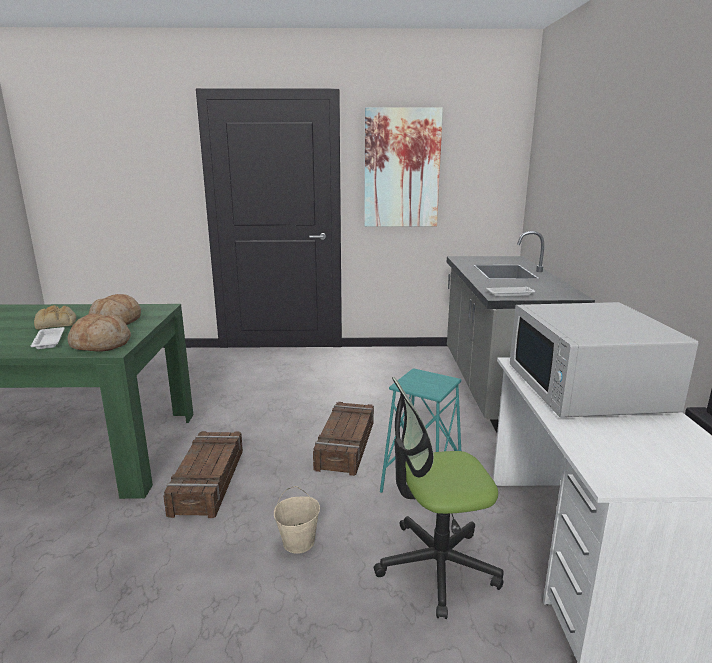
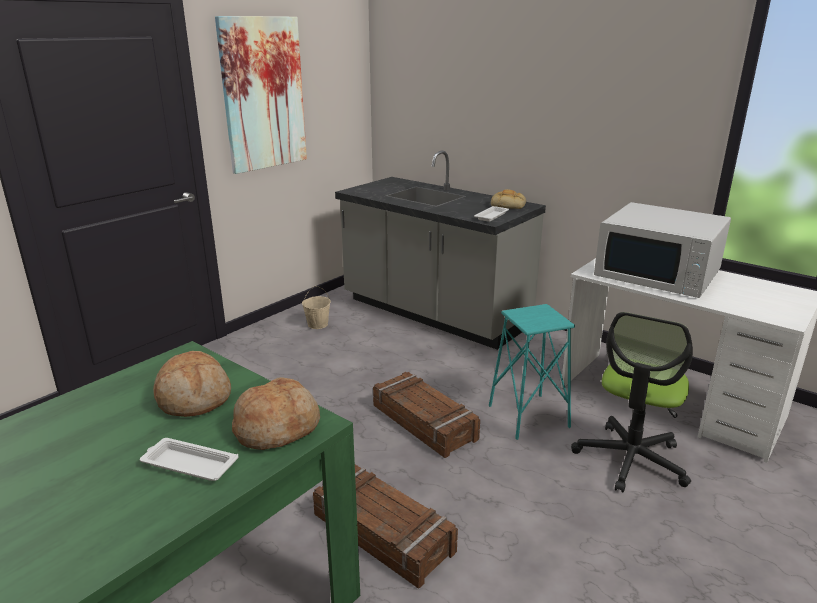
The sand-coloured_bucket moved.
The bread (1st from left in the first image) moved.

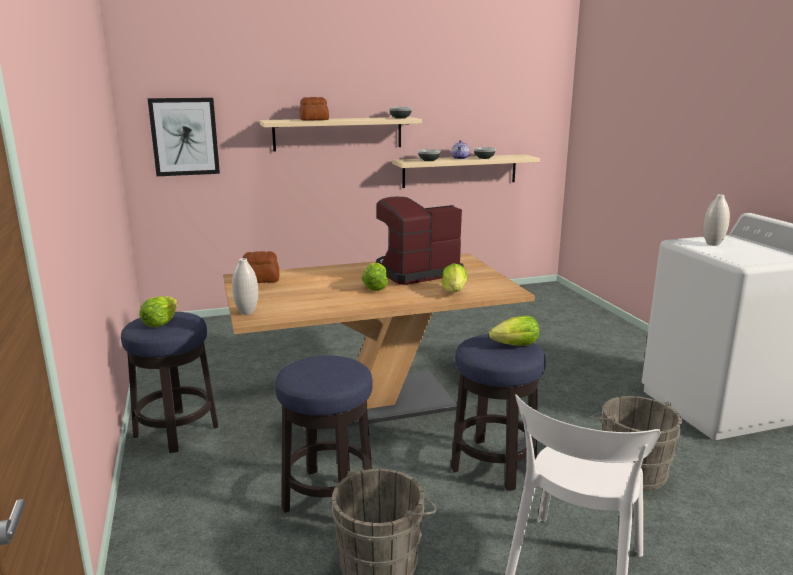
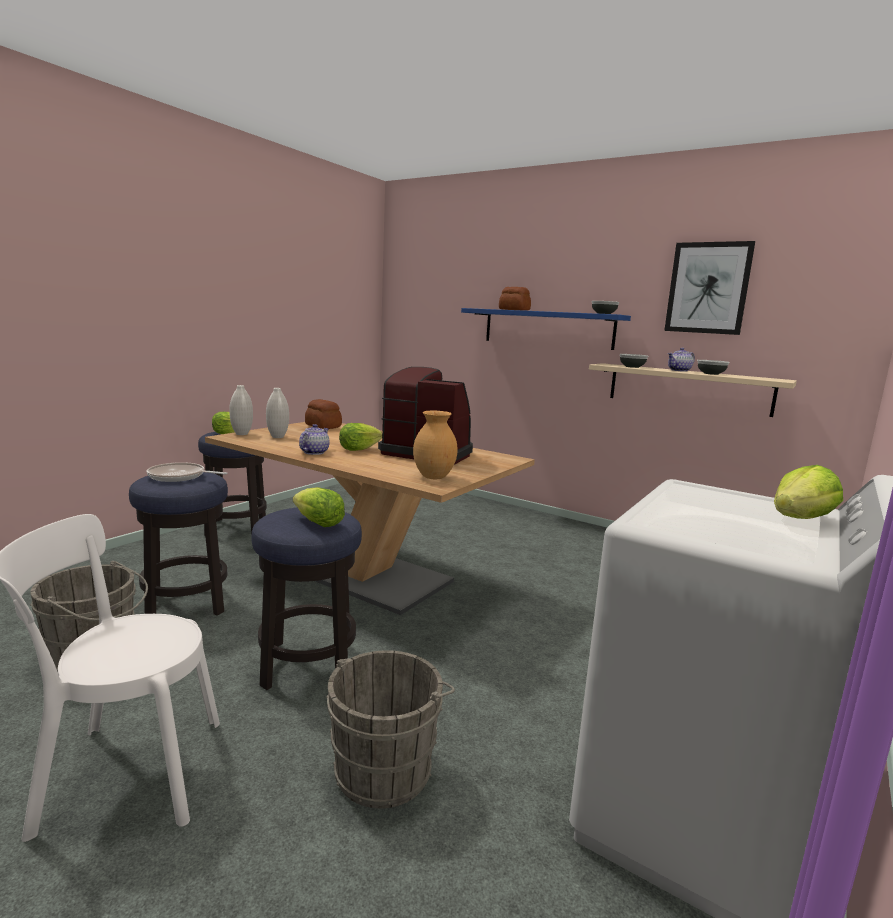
The frying_pan appeared.
The whitish_flower_vase (2nd from left) moved.
The teapot (1st from left) appeared.
The brown-coloured_flower_vase appeared.
The sand-coloured_wall_shelf (1st from left) became the bluish_wall_shelf.
The wall_picture moved.
The head_of_lettuce (3rd from left in the first image) moved.

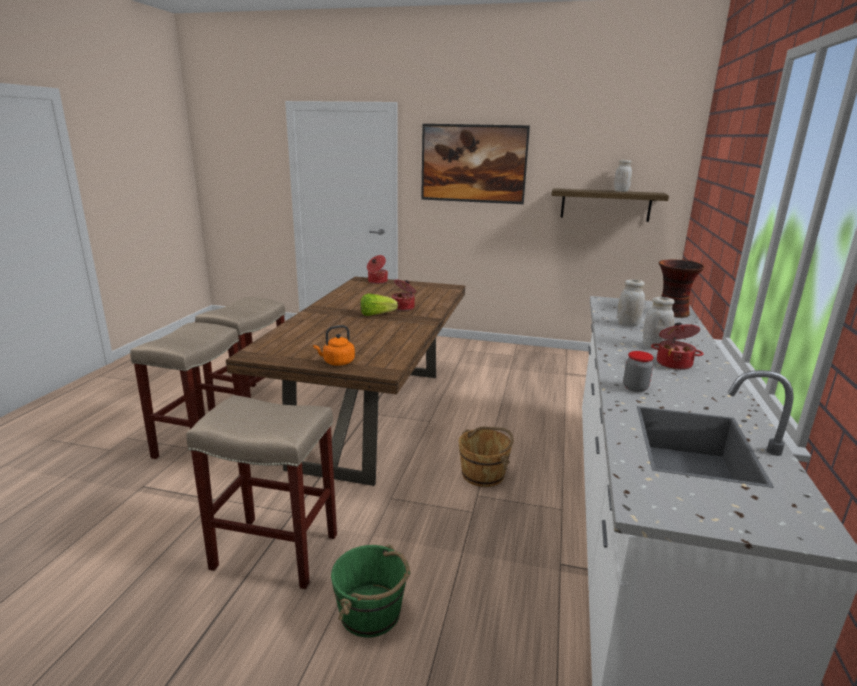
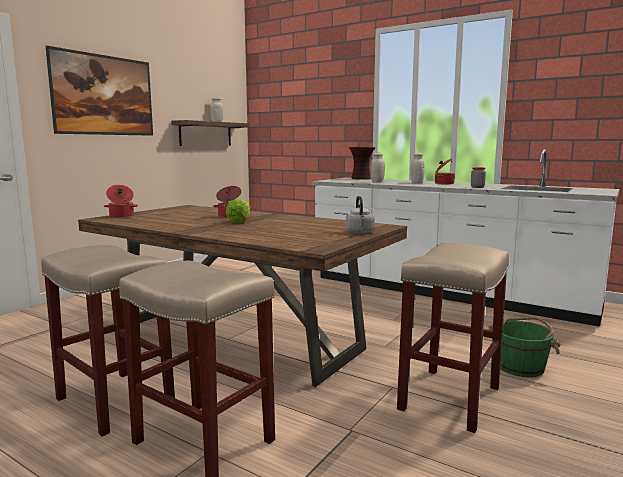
The orangey_kettle became the gray_kettle.
The brown-coloured_bucket disappeared.

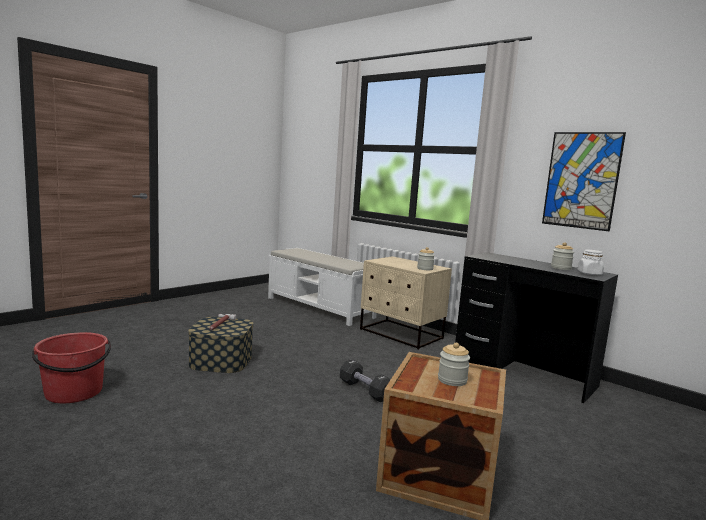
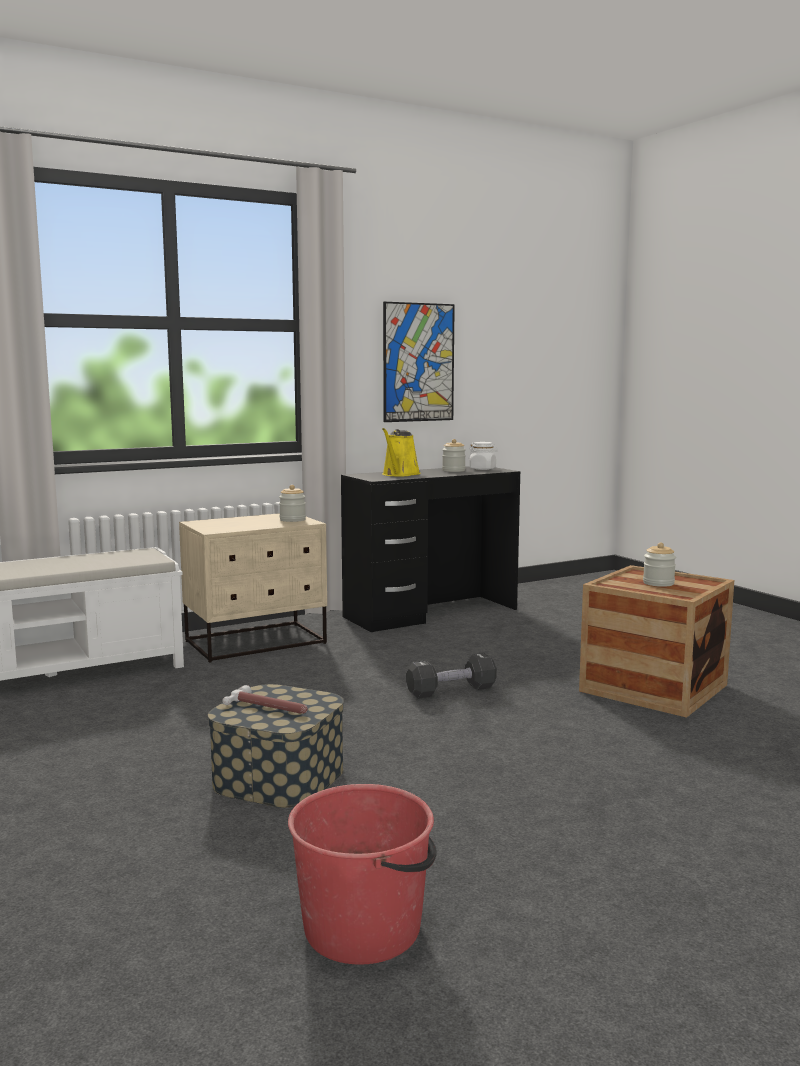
The yellow_sprinkling_can appeared.

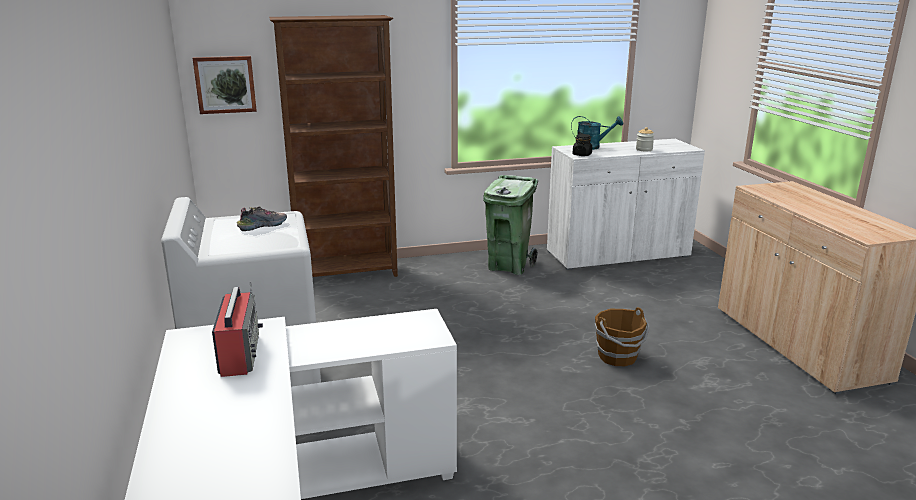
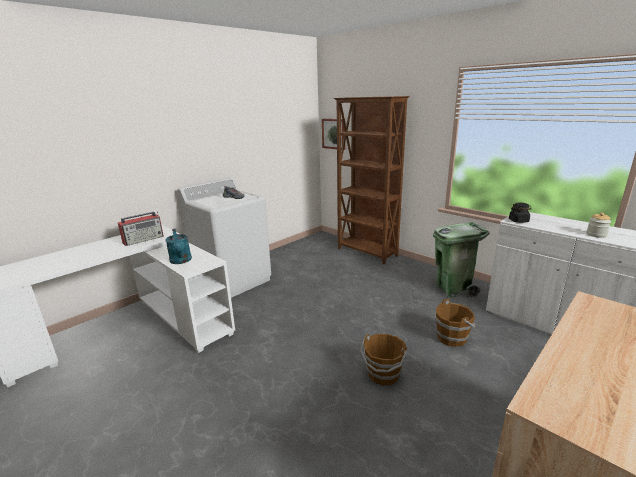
The turquoise-coloured_sprinkling_can moved.
The brown-coloured_bucket (2nd from left) appeared.

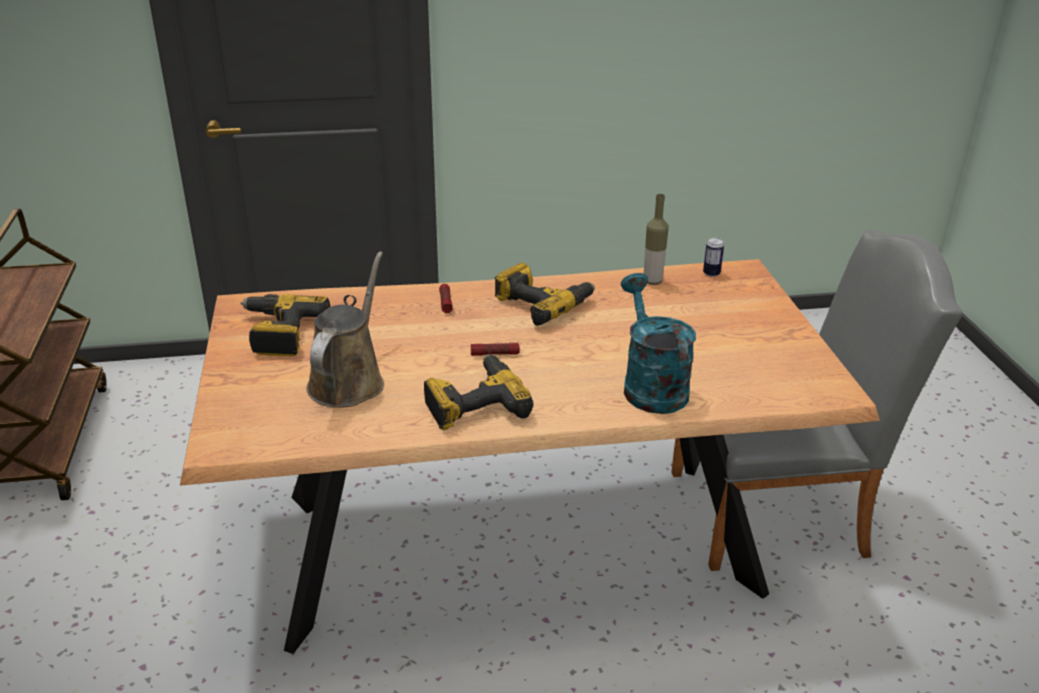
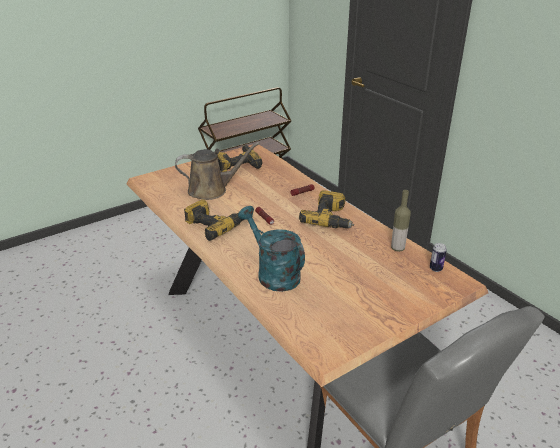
The turquoise-coloured_sprinkling_can turned 90 degrees counterclockwise.

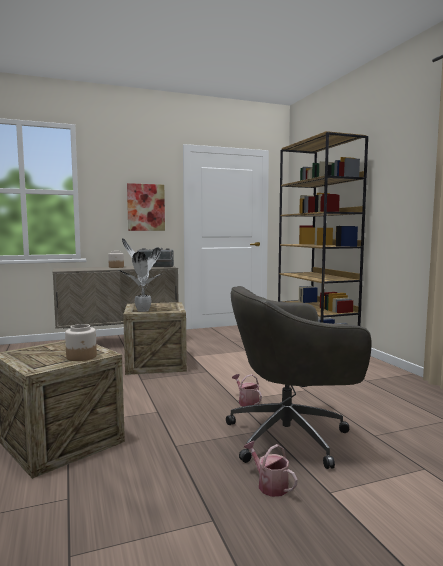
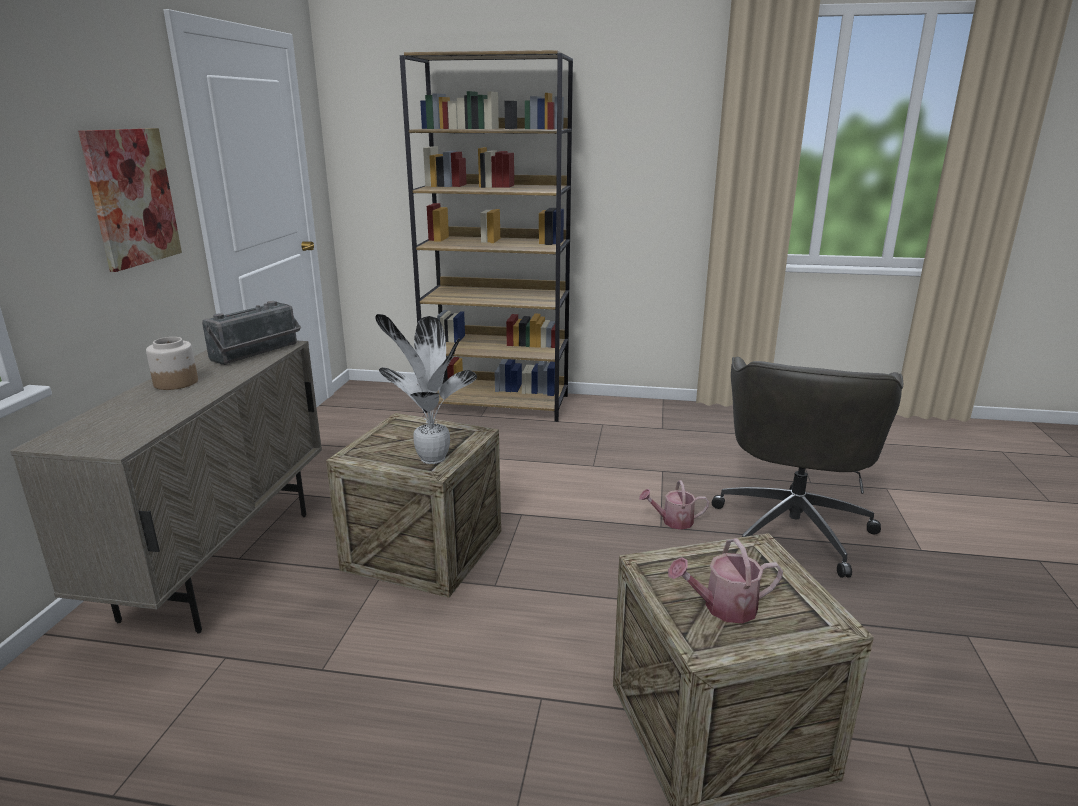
The sprinkling_can (2nd from left) moved.
The preserve_jar (1st from left) disappeared.

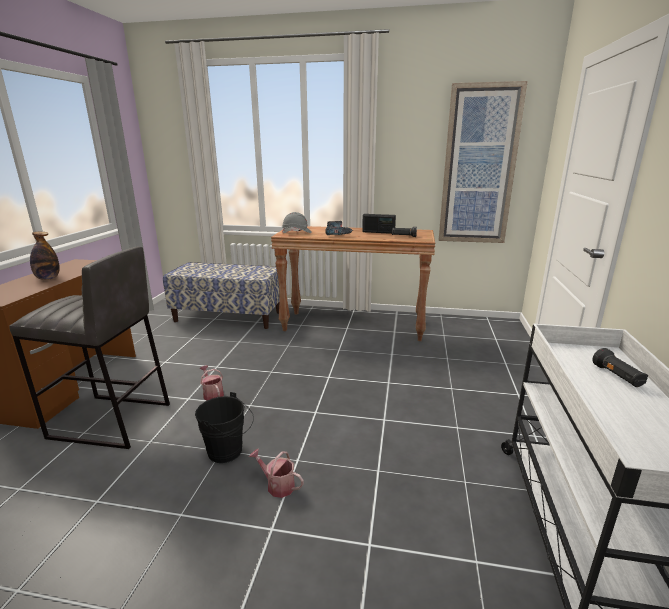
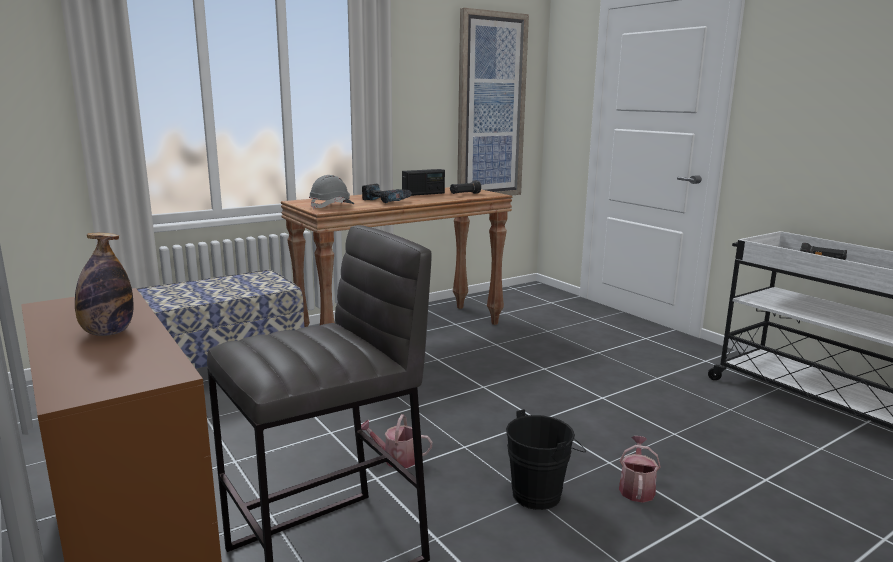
The sprinkling_can (2nd from left) turned 120 degrees clockwise.

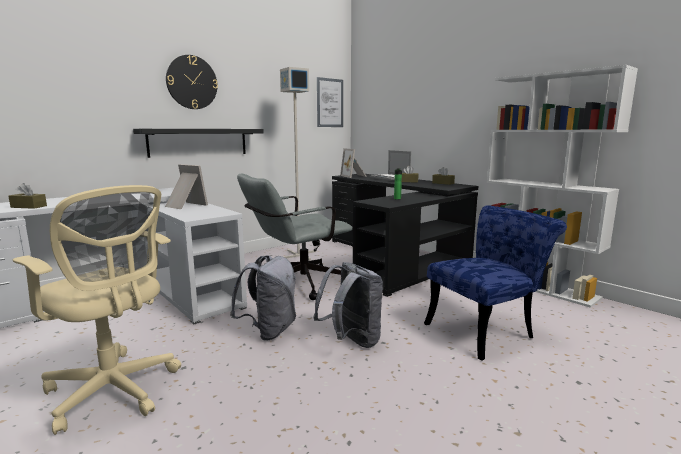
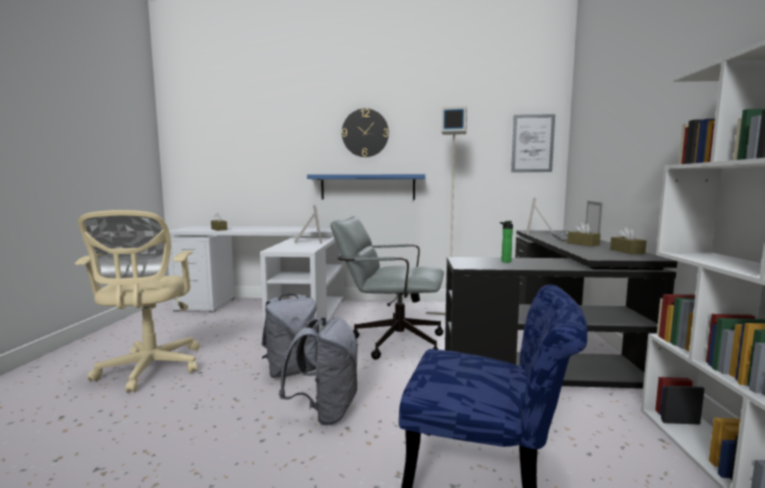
The black-coloured_wall_shelf became the bluish_wall_shelf.

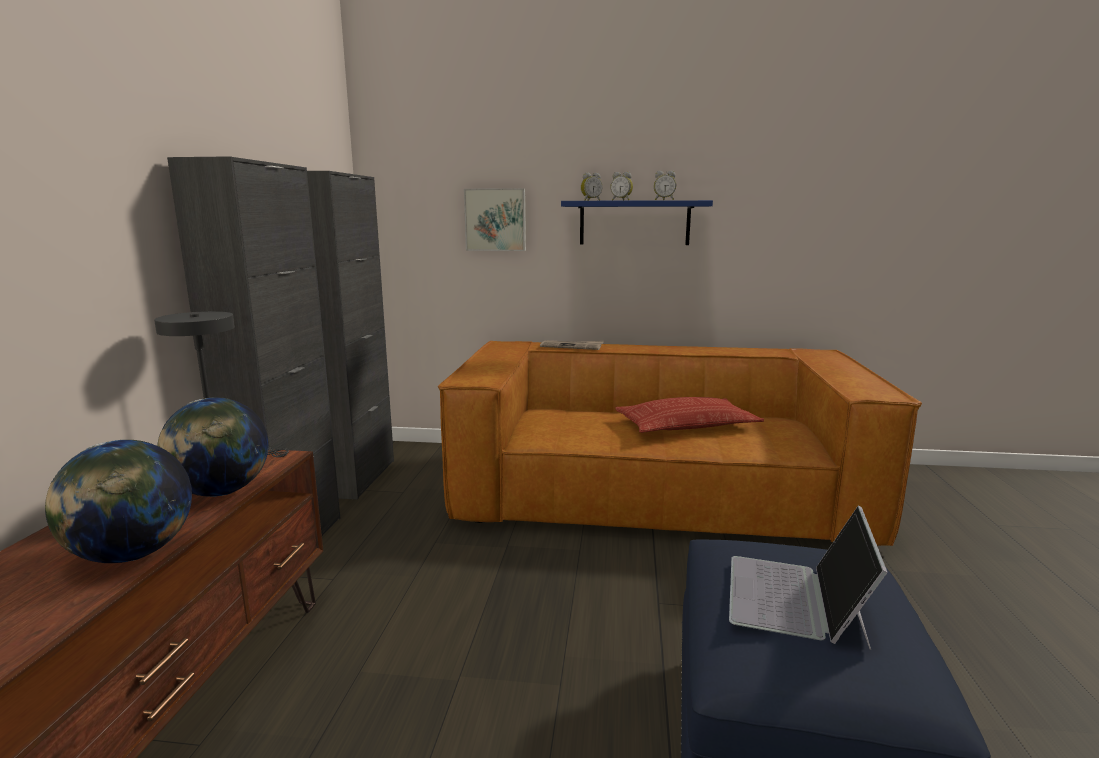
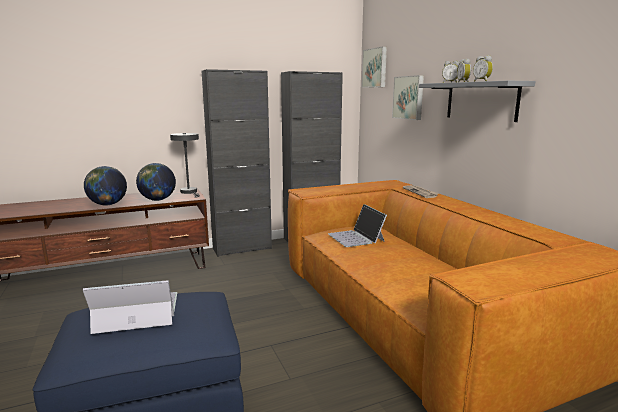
The portable_computer (2nd from left) appeared.
The wall_picture (1st from left) appeared.
The bluish_wall_shelf became the gray_wall_shelf.
The cushion disappeared.

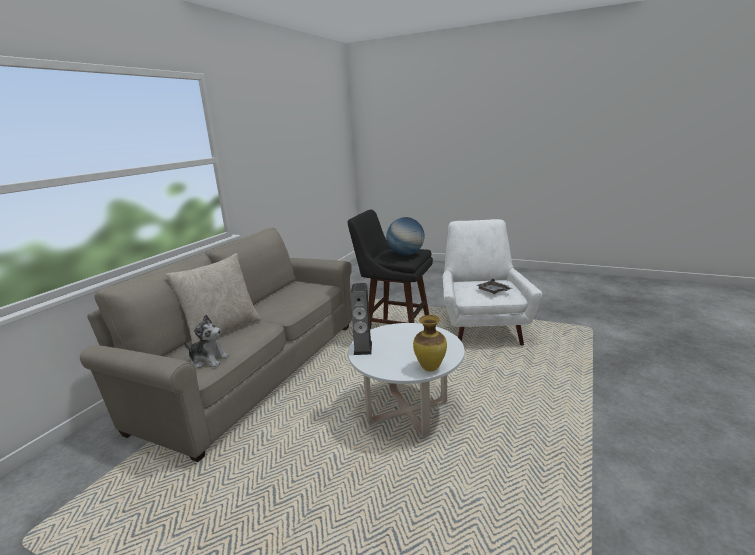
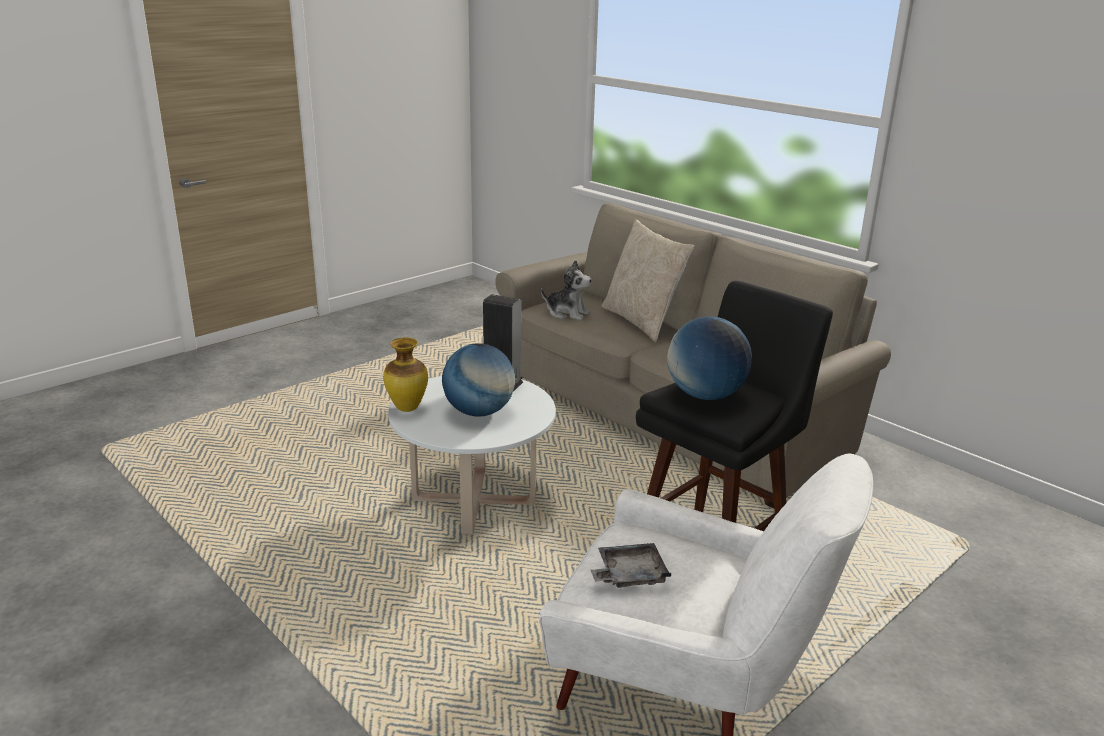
The world_globe (1st from left) appeared.
The plush_toy turned 105 degrees counterclockwise.

